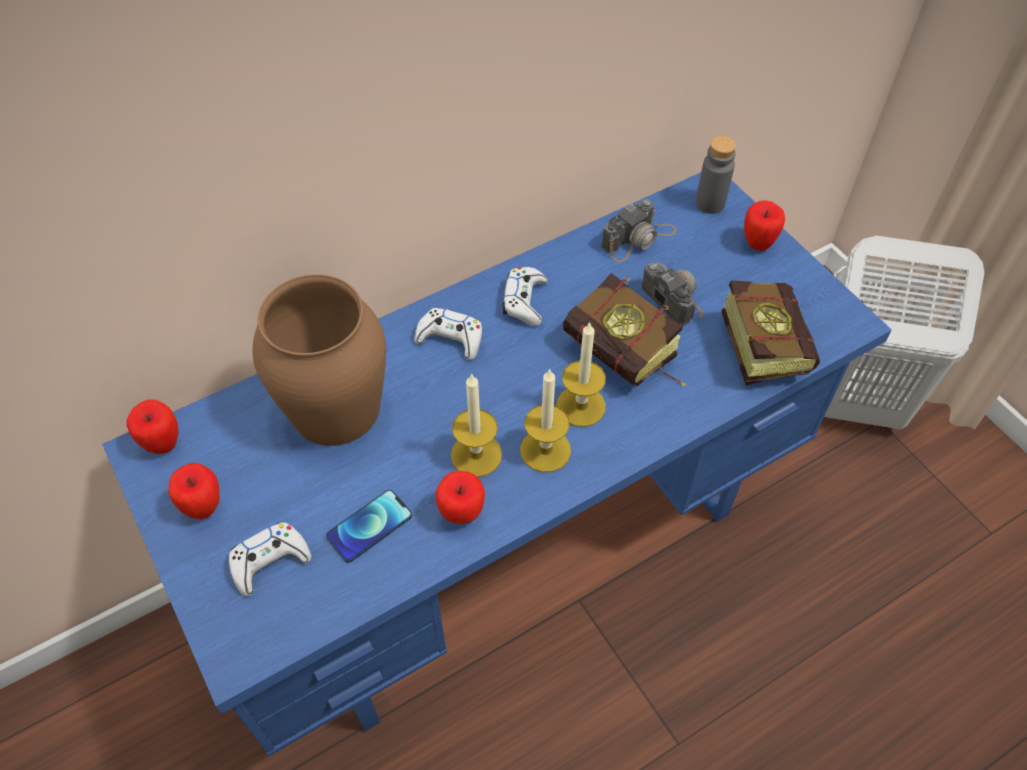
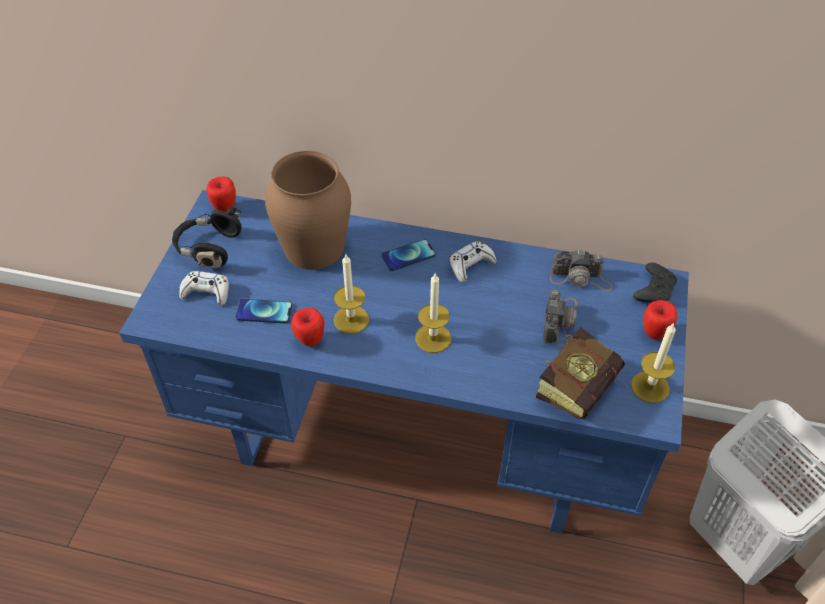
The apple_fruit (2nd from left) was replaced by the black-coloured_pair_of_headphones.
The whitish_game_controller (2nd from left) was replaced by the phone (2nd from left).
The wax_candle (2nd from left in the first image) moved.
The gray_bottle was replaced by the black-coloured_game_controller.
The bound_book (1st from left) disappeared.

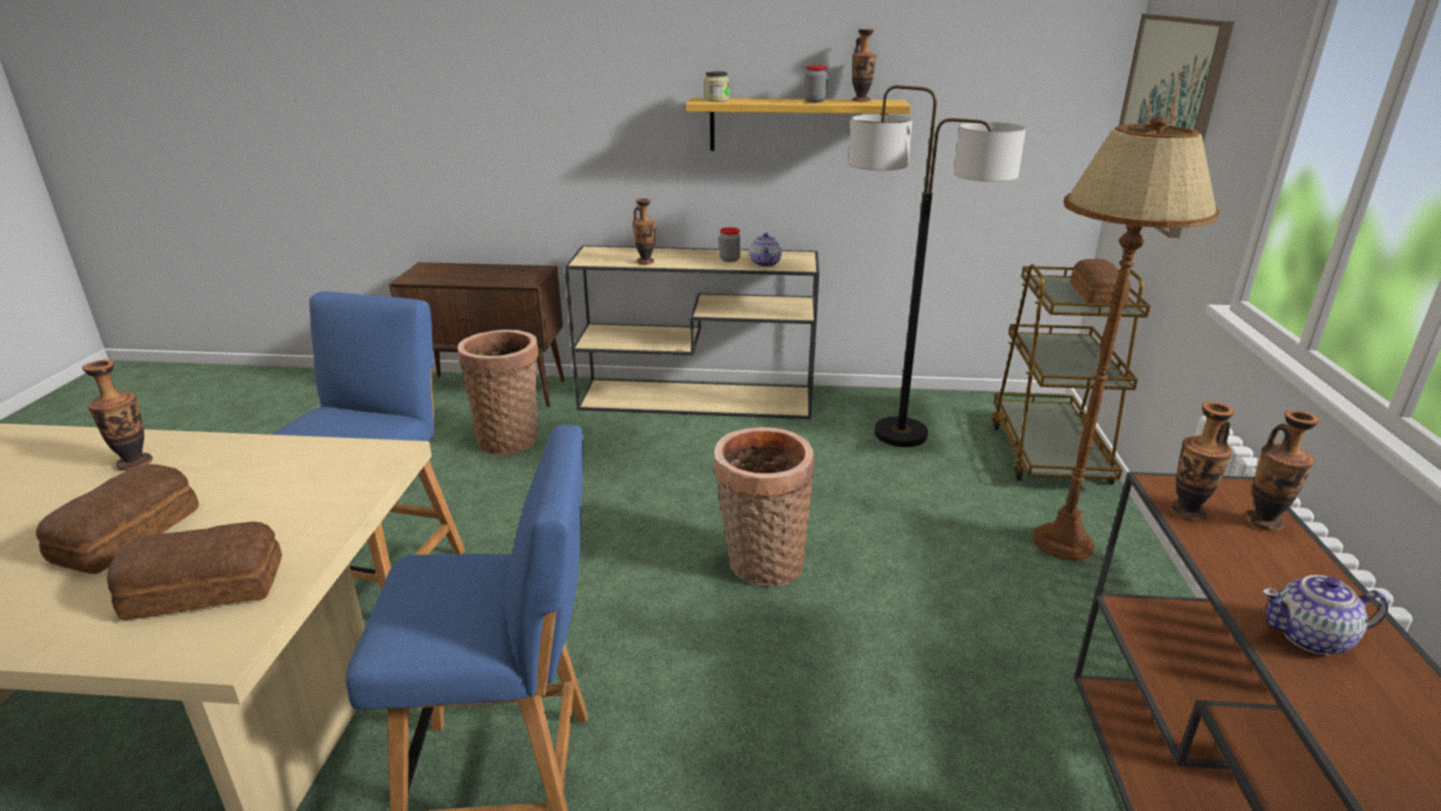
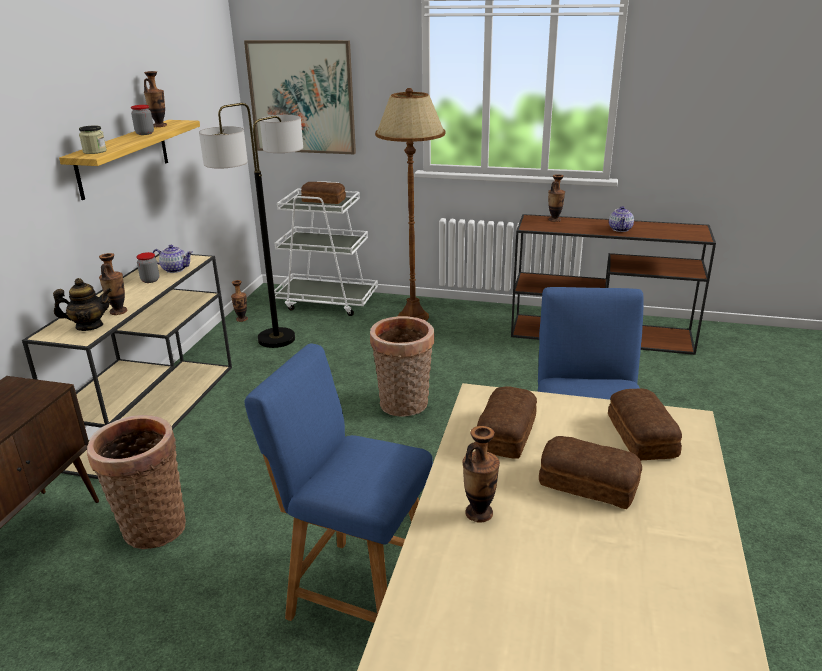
The teapot (1st from left) appeared.
The flower_vase (4th from left in the first image) moved.
The brown-coloured_wheeled_cart became the whitish_wheeled_cart.
The bread (2nd from left) appeared.

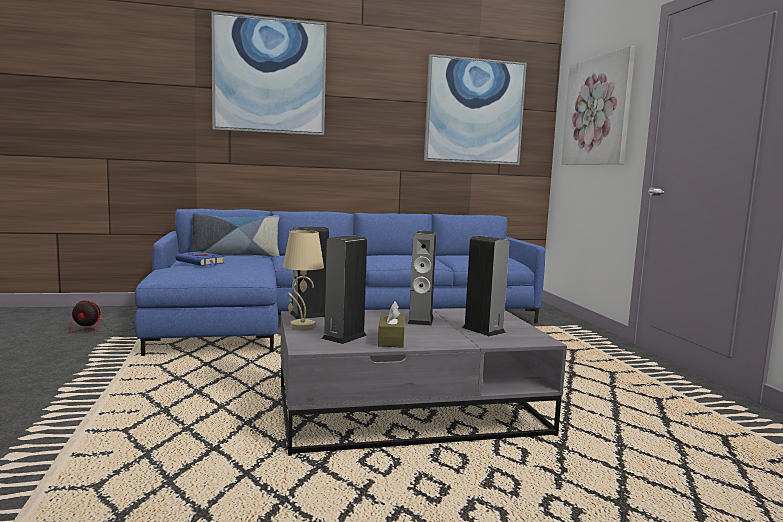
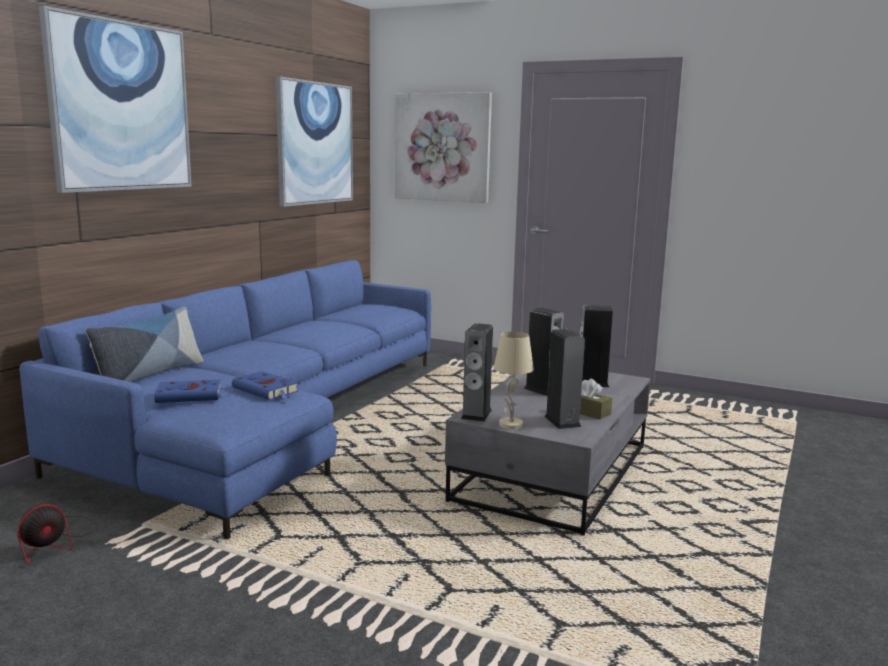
The bluish_bound_book (2nd from left) appeared.

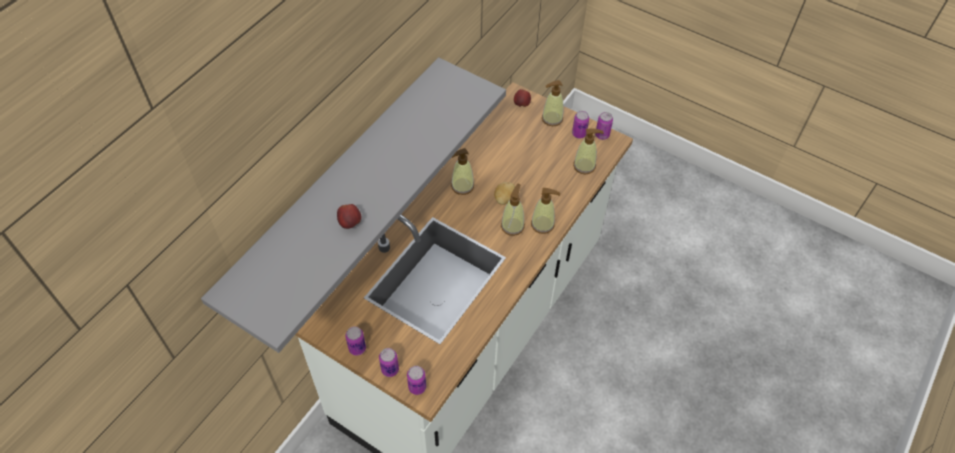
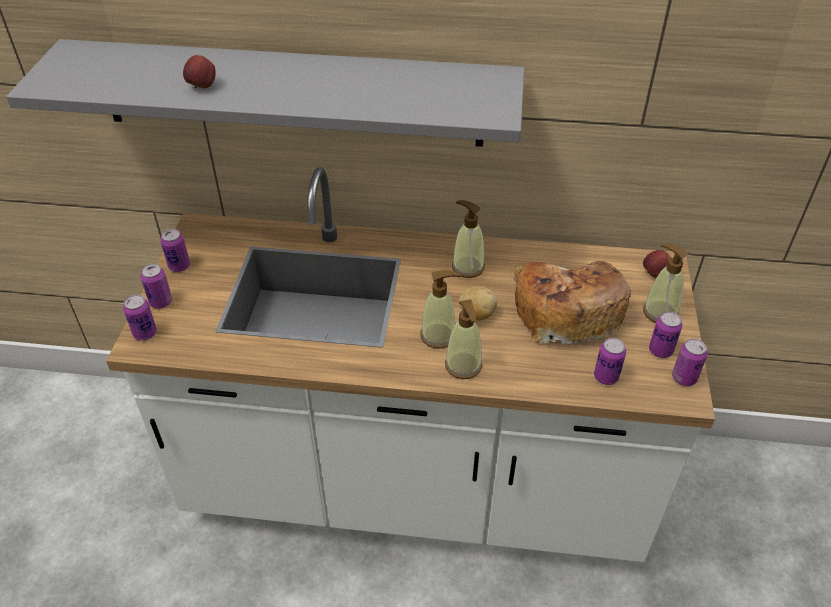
The bread appeared.
The soap_dispenser (5th from left) was replaced by the can (4th from left).

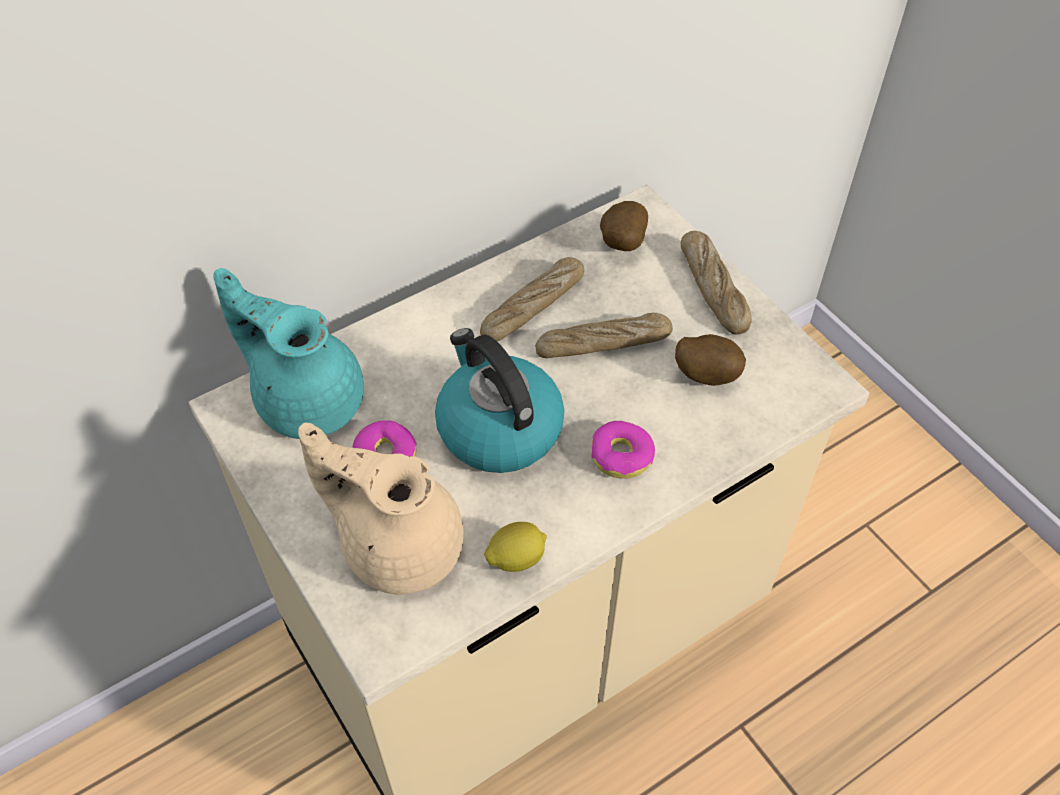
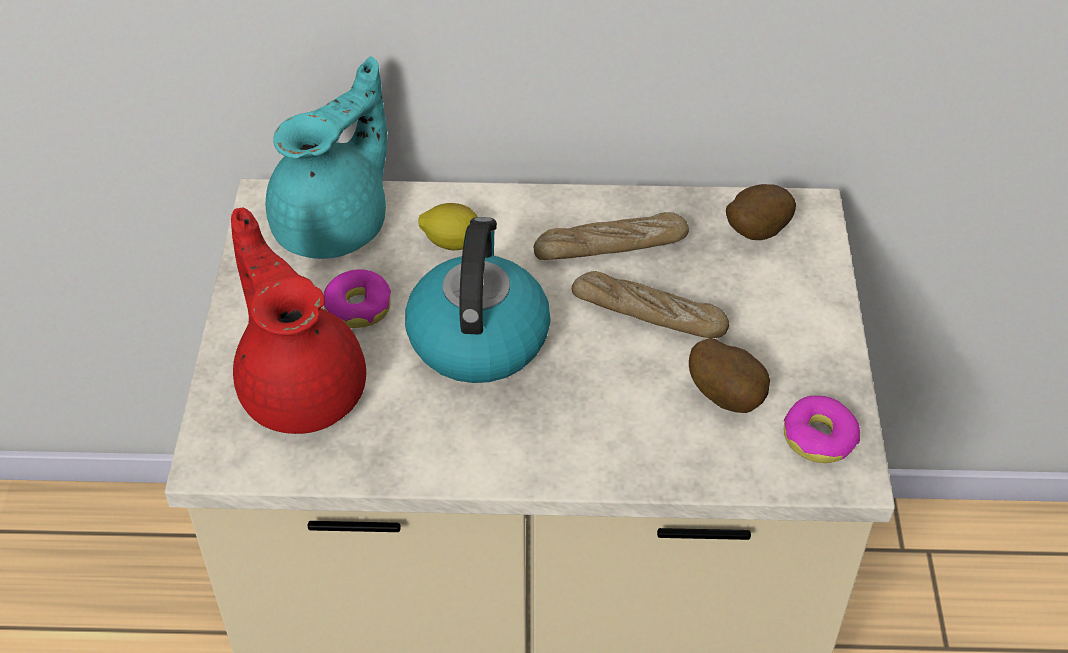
The sand-coloured_teapot became the red-coloured_teapot.
The turquoise-coloured_teapot turned 60 degrees clockwise.
The whole_lemon moved.
The doughnut (2nd from left) moved.
The bread (3rd from left) disappeared.

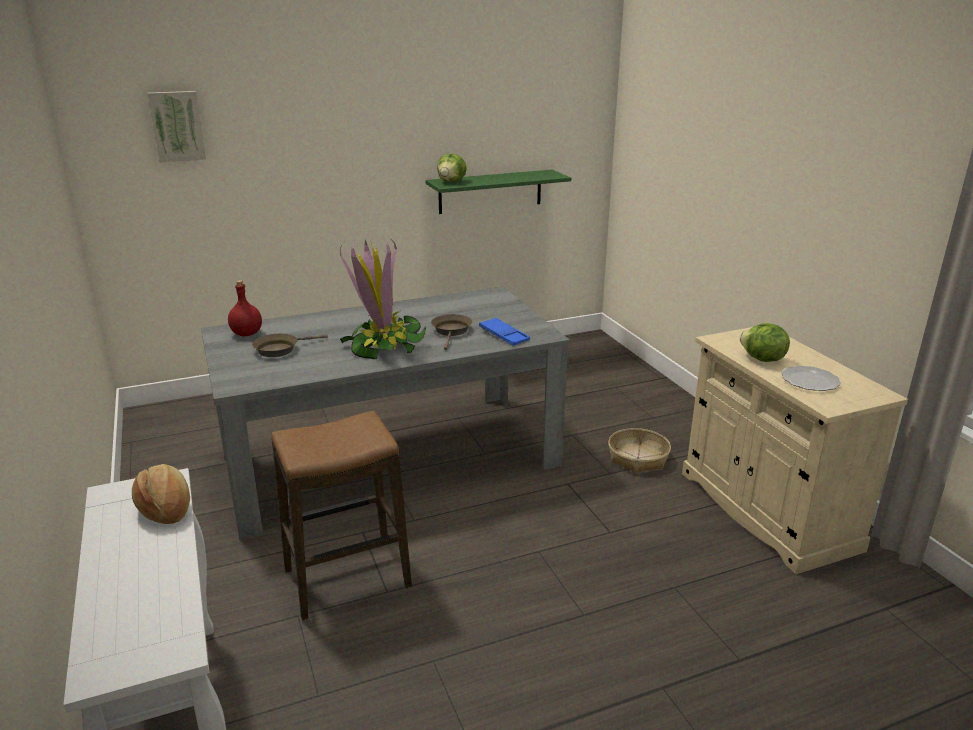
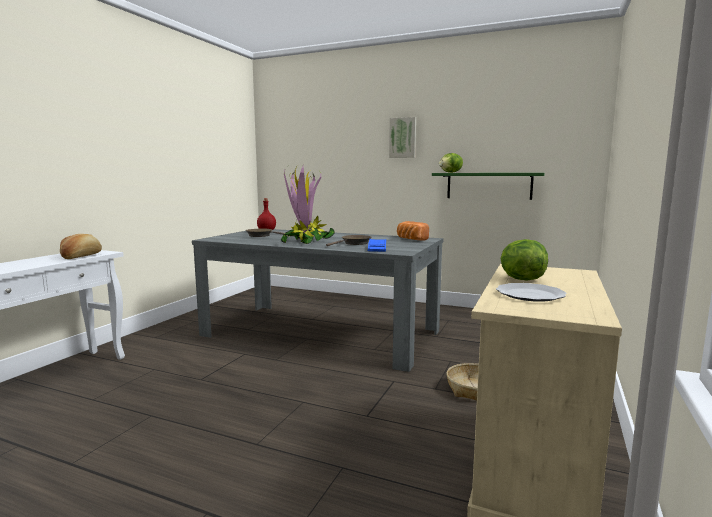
The wall_picture moved.
The bread (2nd from left) appeared.
The stool_seat disappeared.

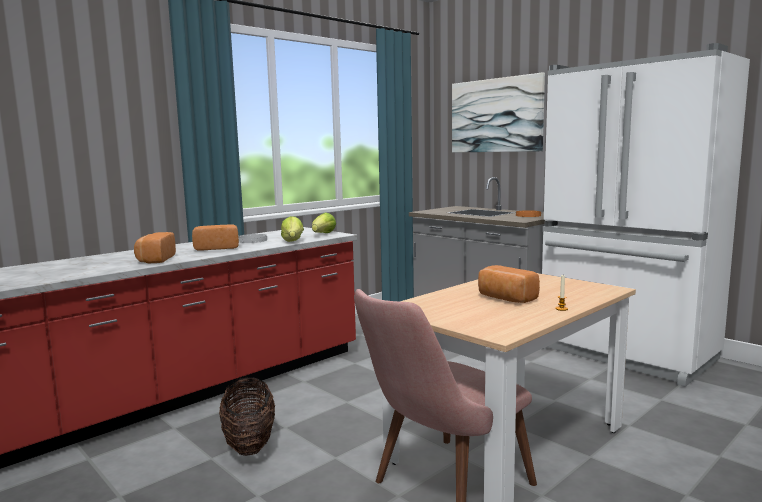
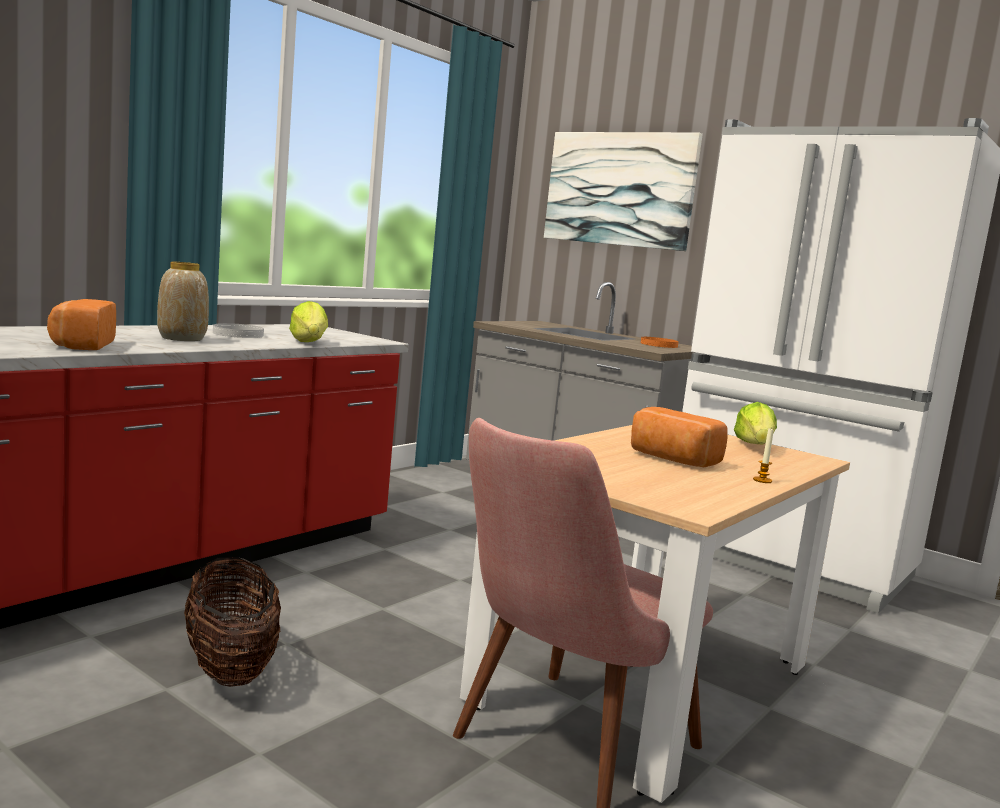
The bread (2nd from left) was replaced by the flower_vase.
The head_of_lettuce (2nd from left) moved.

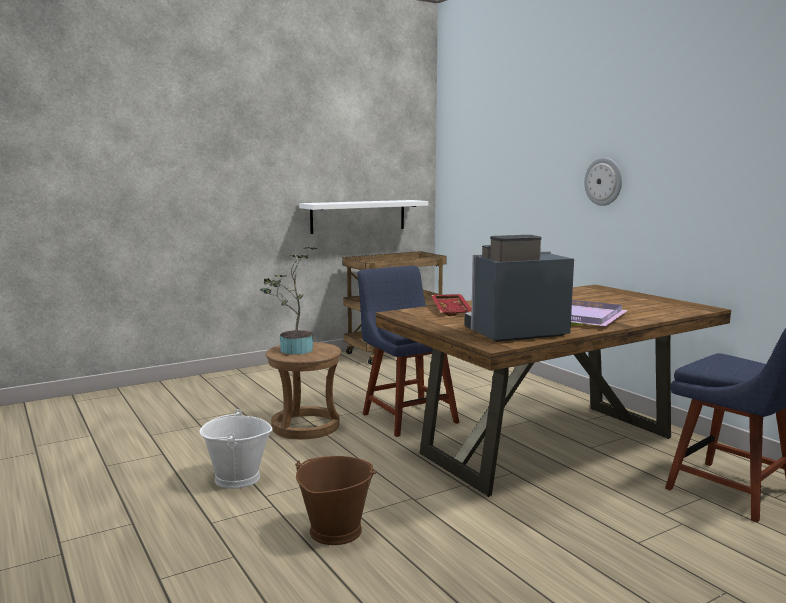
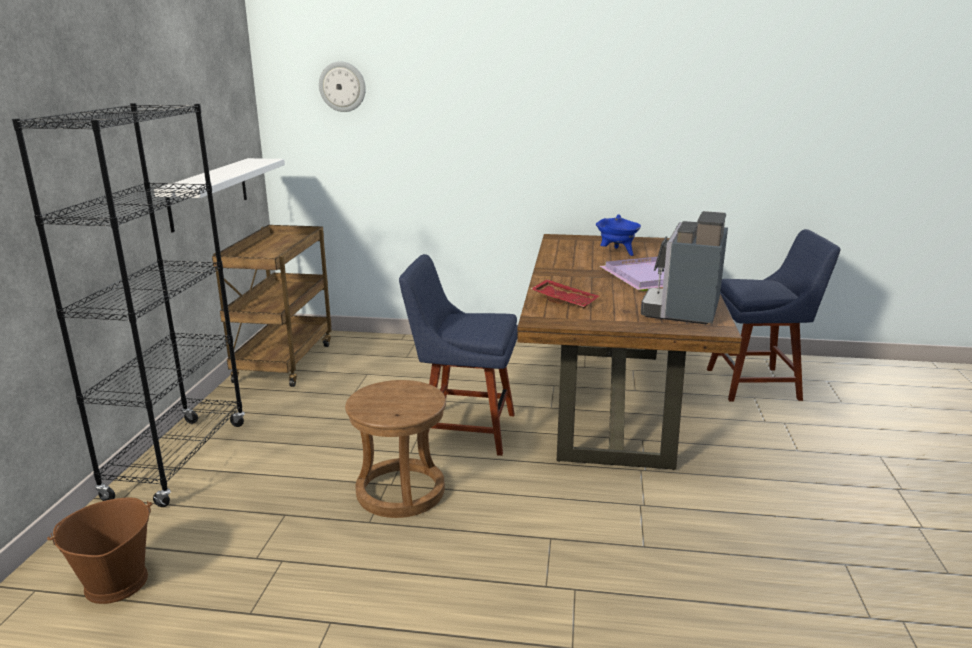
The black-coloured_shelving_unit appeared.
The brown-coloured_bucket moved.
The hanging_clock moved.
The bluish_saucepot appeared.
The whitish_bucket disappeared.
The potted_plant disappeared.

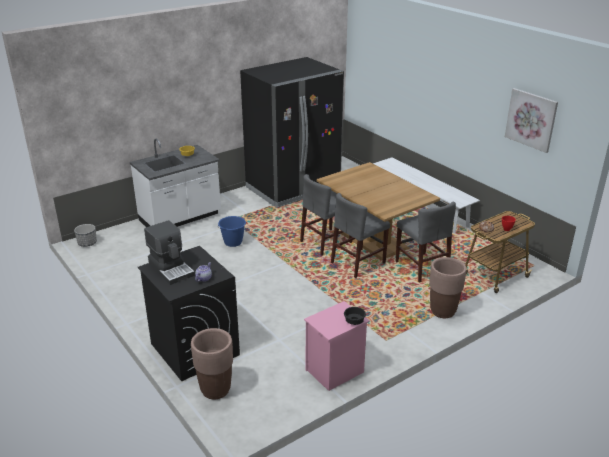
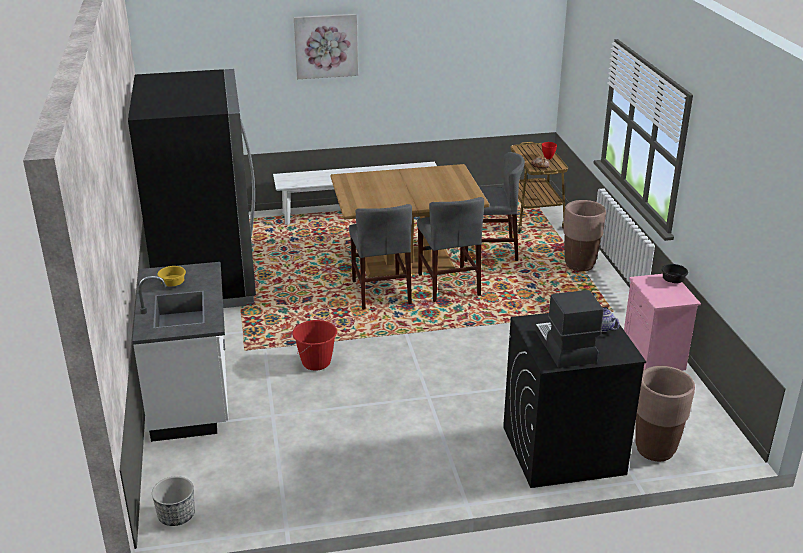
The bluish_bucket became the red-coloured_bucket.
The wall_picture moved.
The coffee_maker turned 90 degrees counterclockwise.

